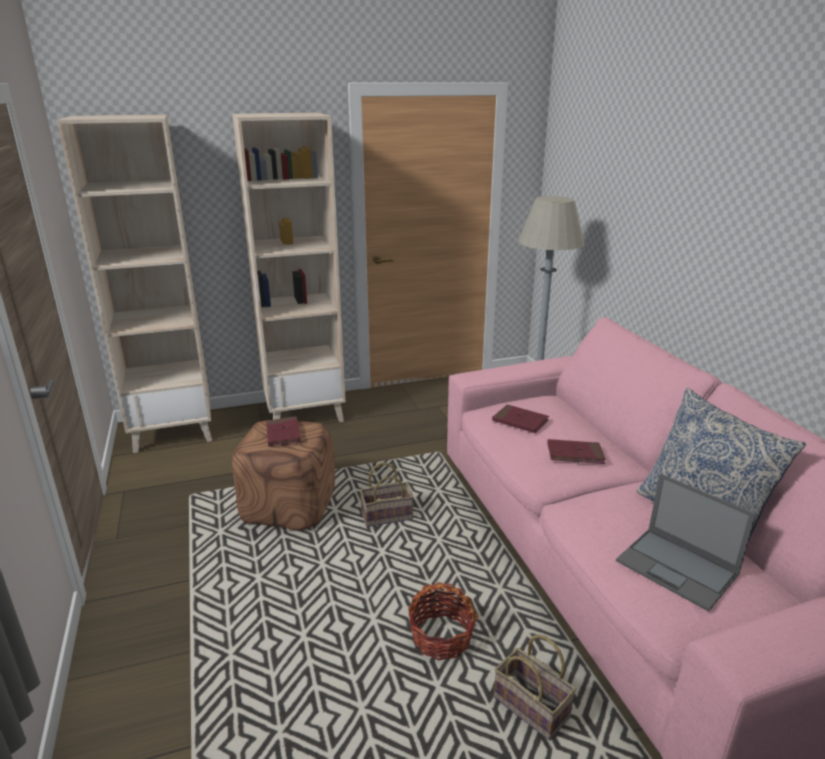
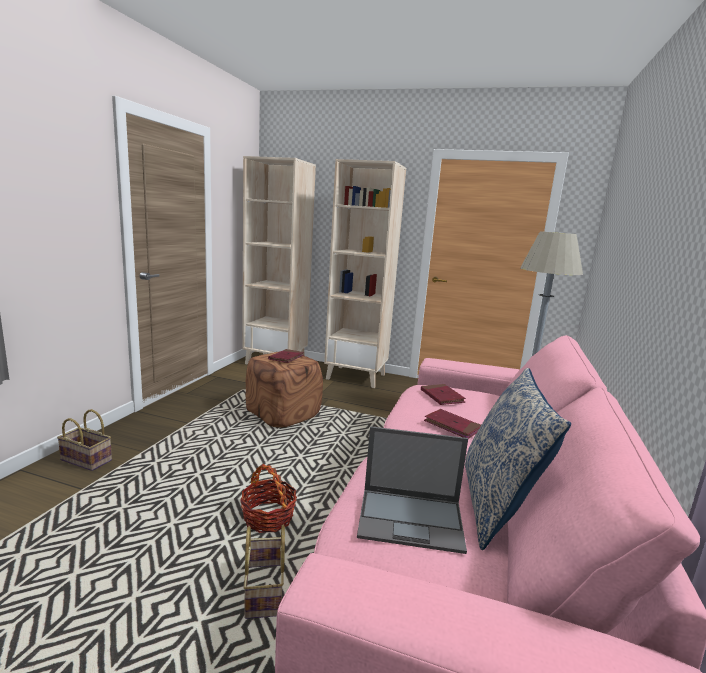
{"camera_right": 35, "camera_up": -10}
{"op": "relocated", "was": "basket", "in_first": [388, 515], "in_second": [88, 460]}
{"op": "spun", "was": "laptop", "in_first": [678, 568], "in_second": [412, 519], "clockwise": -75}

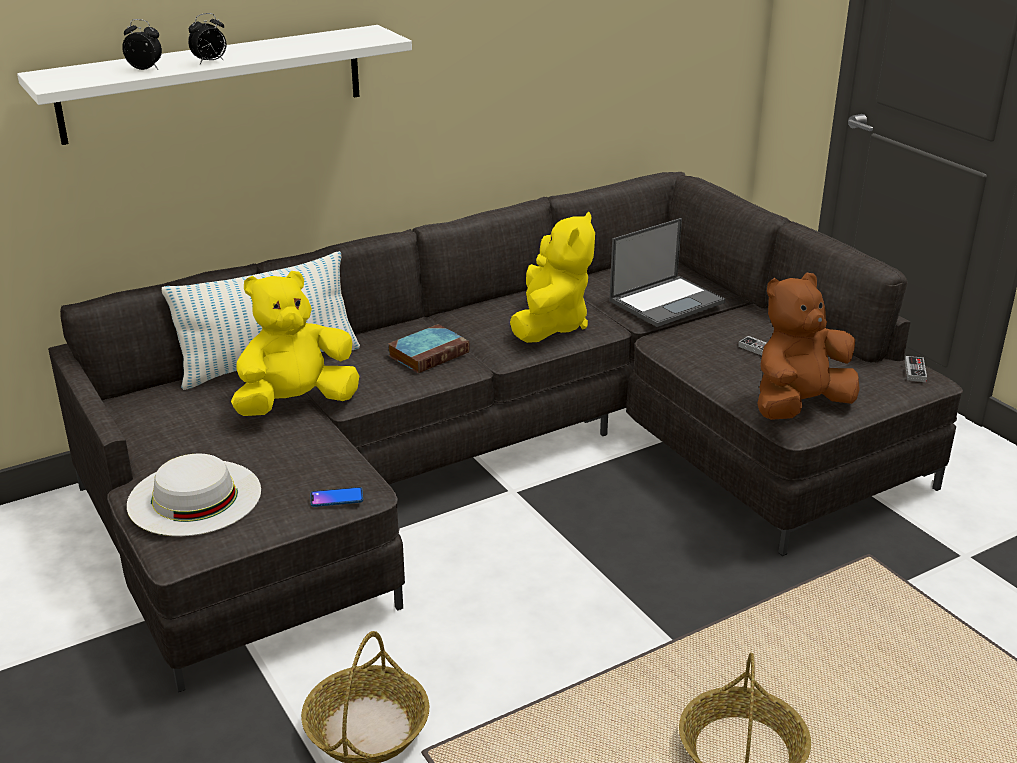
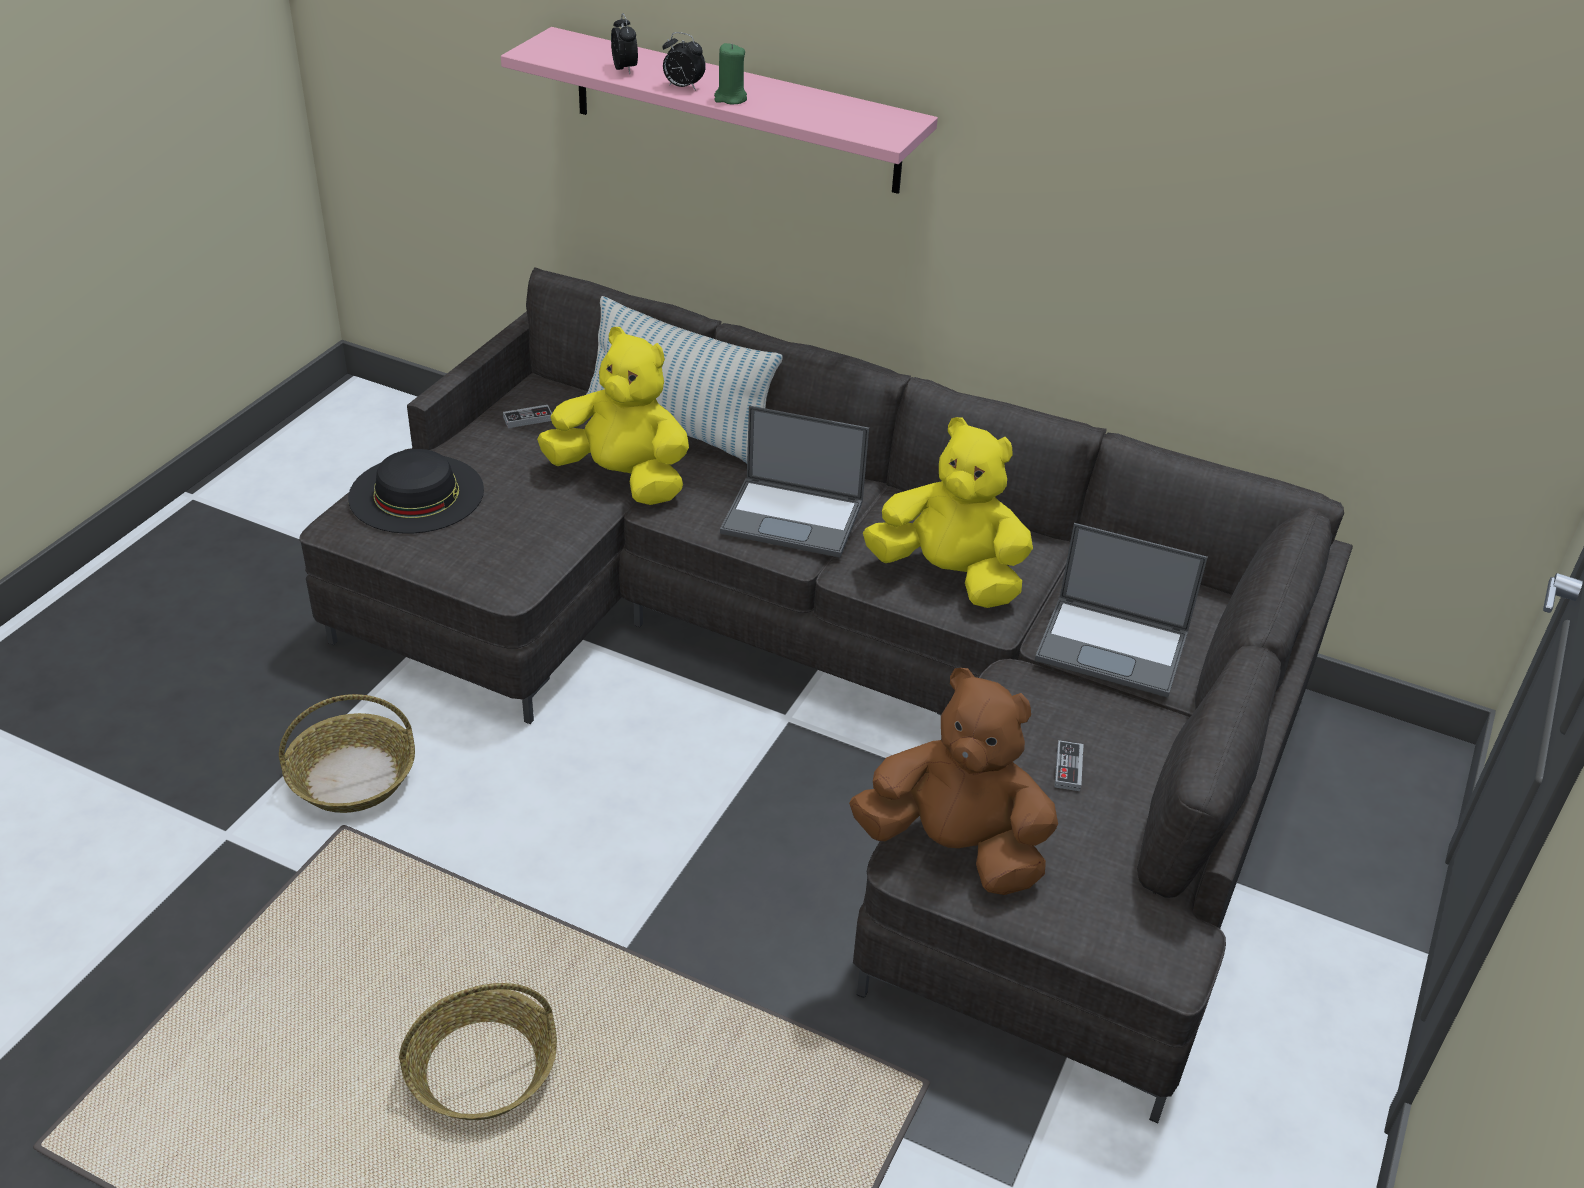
{"camera_right": 55, "camera_up": 10}
{"op": "colour", "was": "shelf in white", "now": "shelf in pink", "in_first": [214, 83], "in_second": [735, 111]}
{"op": "colour", "was": "hat in white", "now": "hat in black", "in_first": [194, 497], "in_second": [416, 493]}
{"op": "missing", "was": "phone", "in_first": [336, 498]}
{"op": "exchanged", "was": "book", "now": "laptop", "in_first": [429, 353], "in_second": [794, 517]}
{"op": "spun", "was": "plush toy in yellow", "in_first": [550, 325], "in_second": [949, 576], "clockwise": -135}
{"op": "relocated", "was": "game controller", "in_first": [915, 371], "in_second": [528, 419]}
{"op": "appeared", "now": "candle in green", "in_second": [730, 98]}

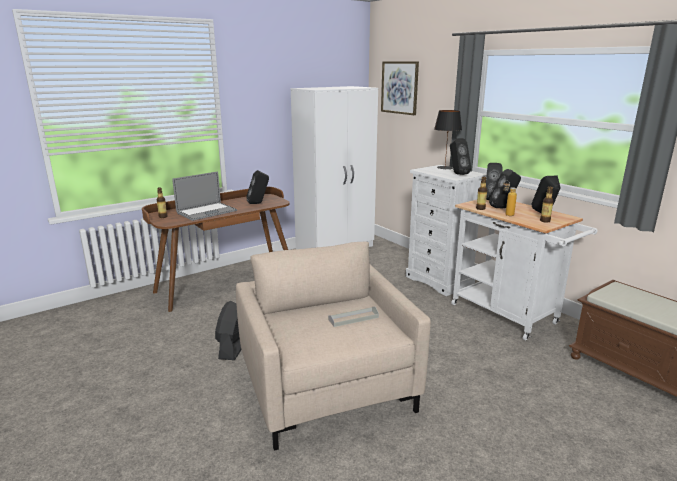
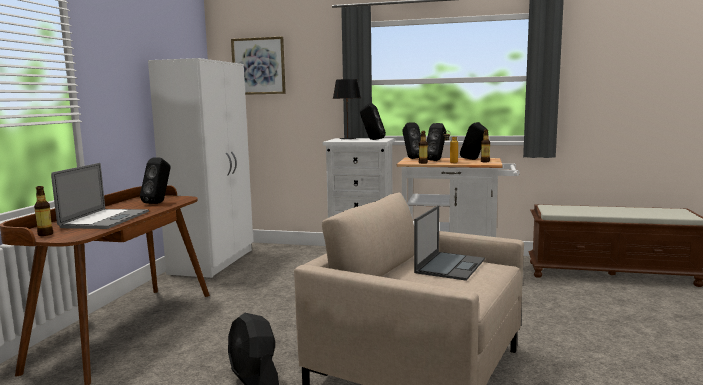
{"camera_right": -40, "camera_up": -10}
{"op": "exchanged", "was": "tray in grey", "now": "laptop", "in_first": [353, 318], "in_second": [450, 266]}

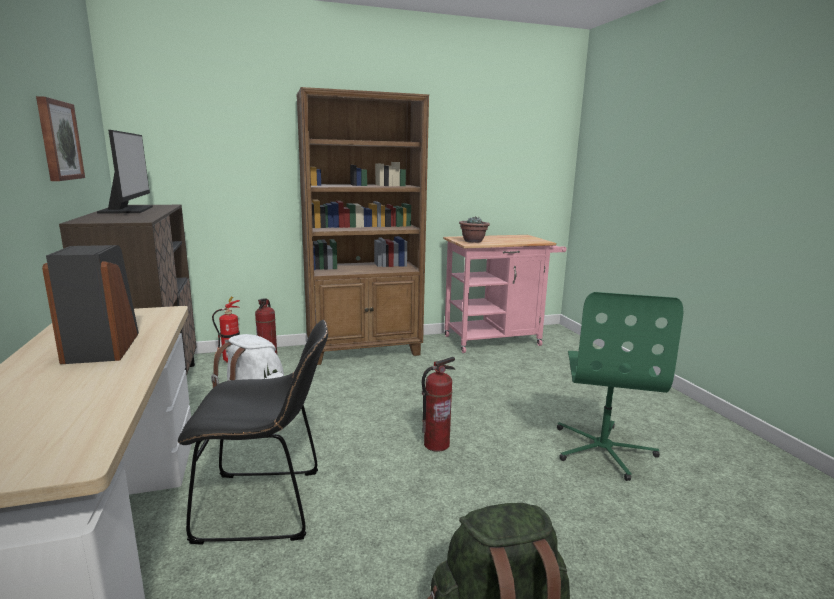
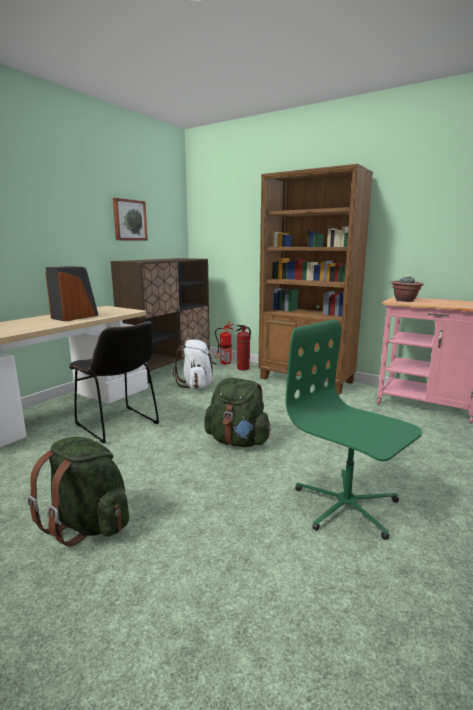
{"camera_right": 50, "camera_up": 0}
{"op": "missing", "was": "monitor", "in_first": [128, 210]}
{"op": "exchanged", "was": "fire extinguisher", "now": "backpack in green", "in_first": [436, 444], "in_second": [237, 441]}
{"op": "spun", "was": "office chair in green", "in_first": [603, 449], "in_second": [346, 506], "clockwise": 75}

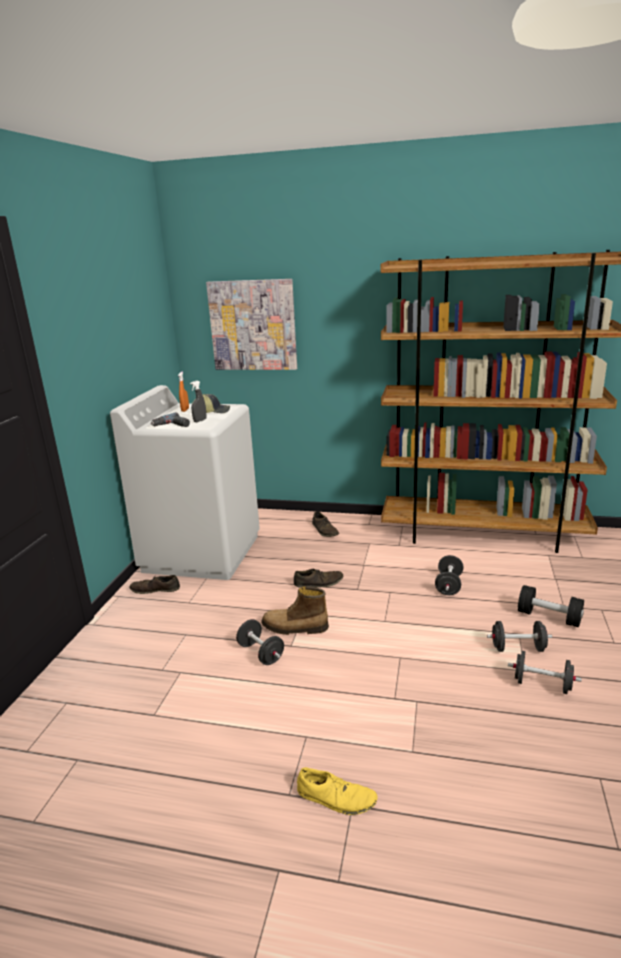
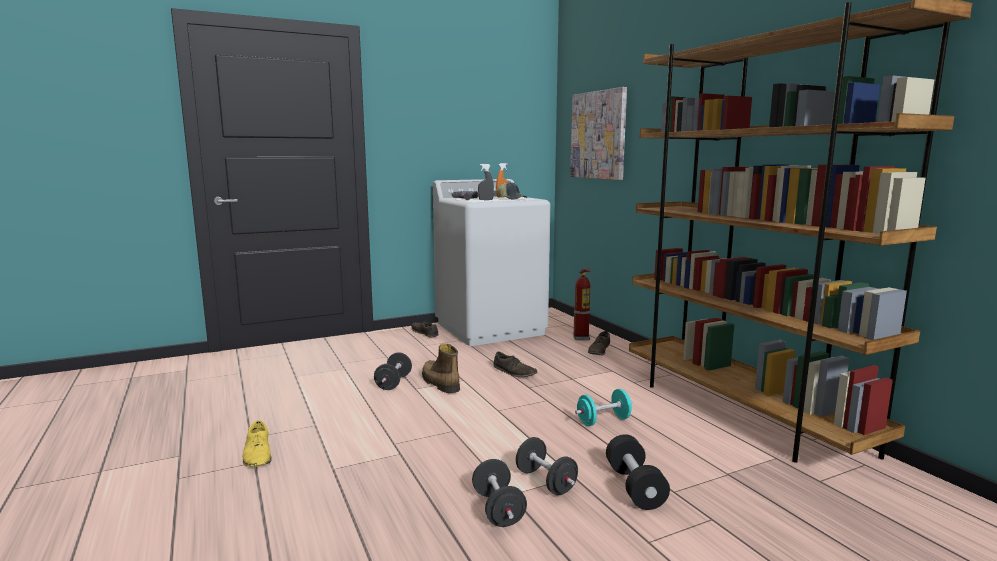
{"camera_right": 50, "camera_up": -10}
{"op": "colour", "was": "dumbbell in black", "now": "dumbbell in turquoise", "in_first": [448, 585], "in_second": [603, 421]}
{"op": "appeared", "now": "fire extinguisher", "in_second": [581, 337]}

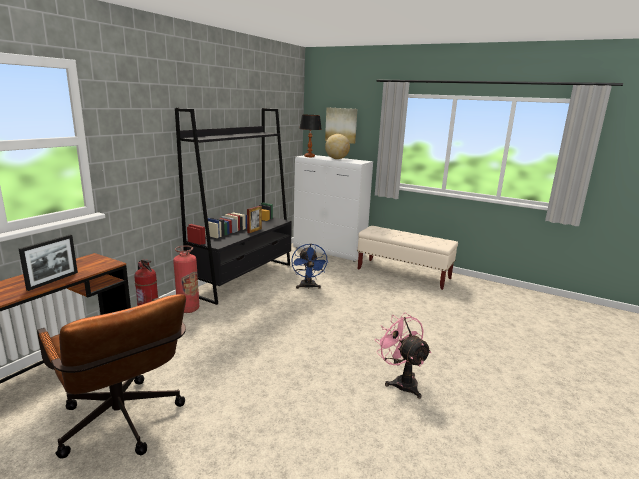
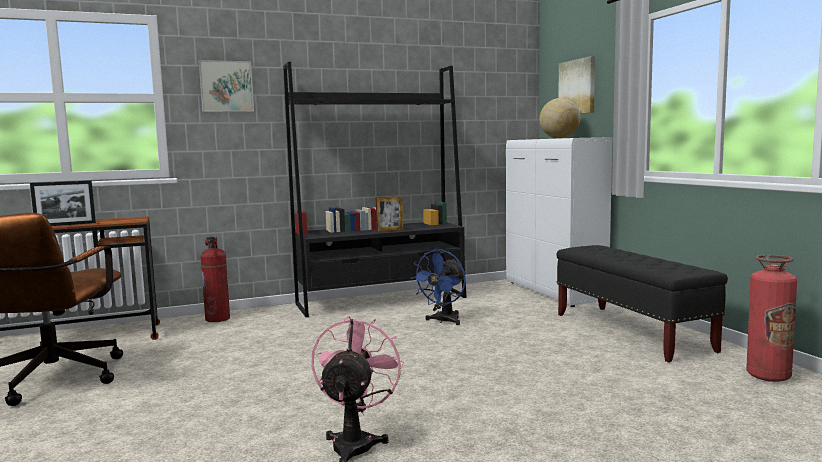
{"camera_right": 40, "camera_up": -10}
{"op": "relocated", "was": "fire extinguisher", "in_first": [188, 309], "in_second": [768, 376]}
{"op": "missing", "was": "table lamp", "in_first": [309, 156]}
{"op": "colour", "was": "bench in beige", "now": "bench in black", "in_first": [403, 274], "in_second": [631, 332]}
{"op": "appeared", "now": "picture", "in_second": [226, 86]}

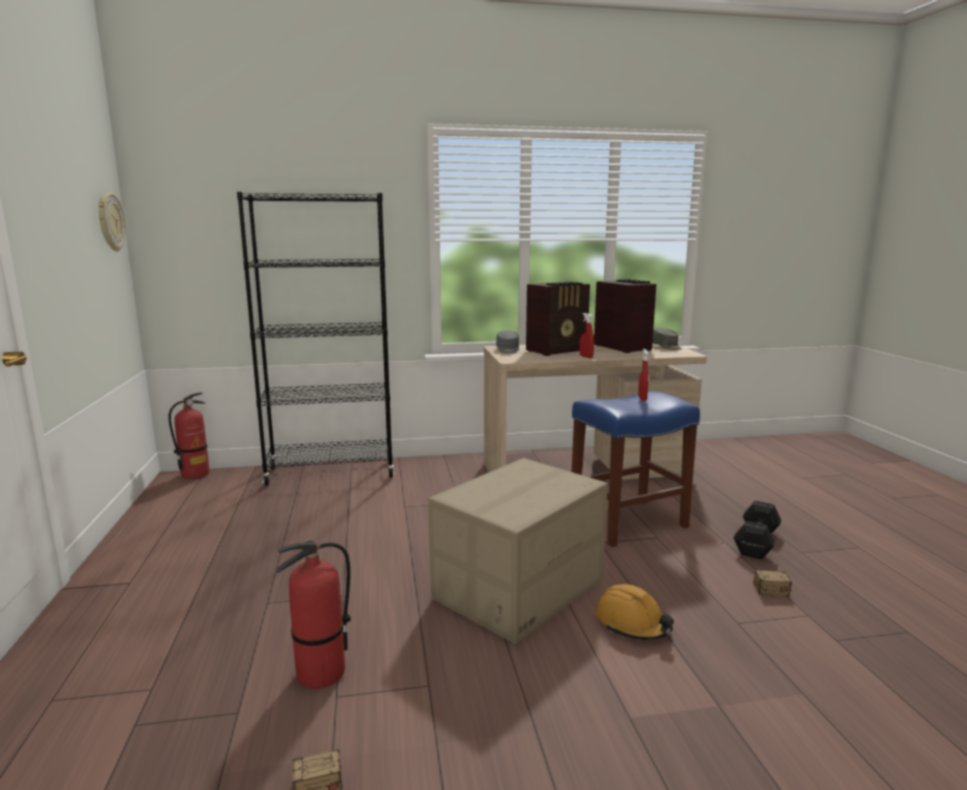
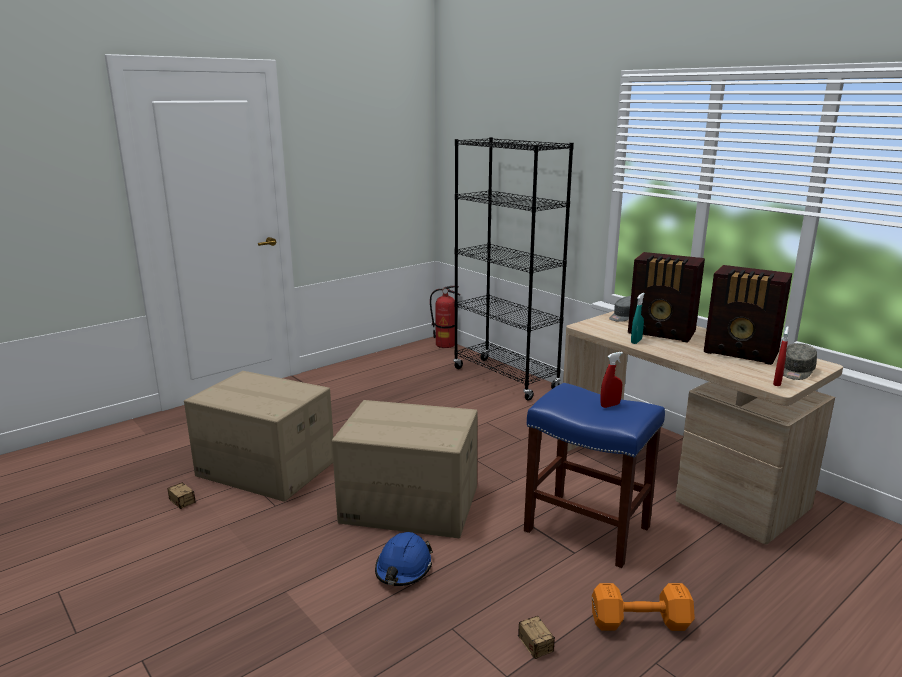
{"camera_right": 60, "camera_up": 5}
{"op": "missing", "was": "wall clock", "in_first": [110, 222]}
{"op": "exchanged", "was": "fire extinguisher", "now": "cardboard box", "in_first": [321, 674], "in_second": [265, 469]}
{"op": "relocated", "was": "spray bottle in red", "in_first": [586, 357], "in_second": [777, 383]}
{"op": "spun", "was": "radio", "in_first": [622, 347], "in_second": [742, 353], "clockwise": 90}
{"op": "colour", "was": "hard hat in orange", "now": "hard hat in blue", "in_first": [632, 624], "in_second": [403, 569]}
{"op": "colour", "was": "dumbbell in black", "now": "dumbbell in orange", "in_first": [757, 542], "in_second": [642, 623]}
{"op": "appeared", "now": "spray bottle in turquoise", "in_second": [636, 341]}

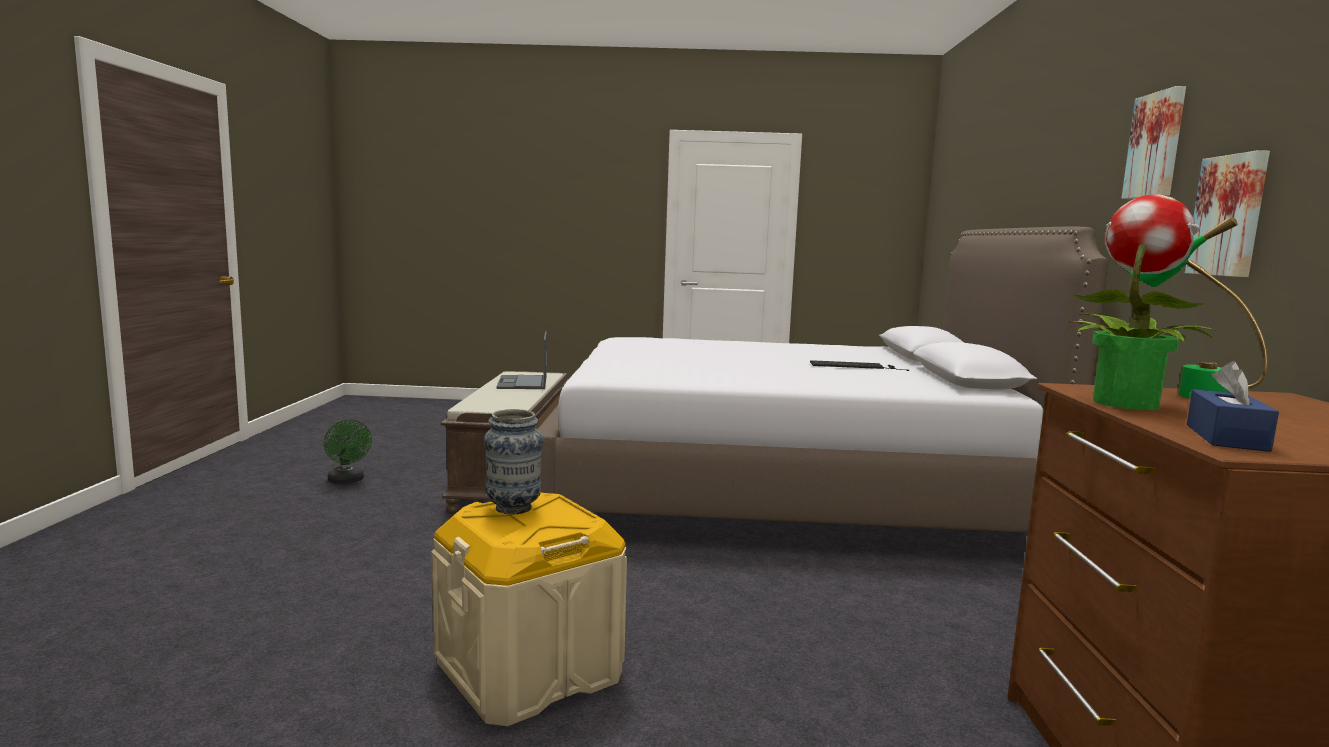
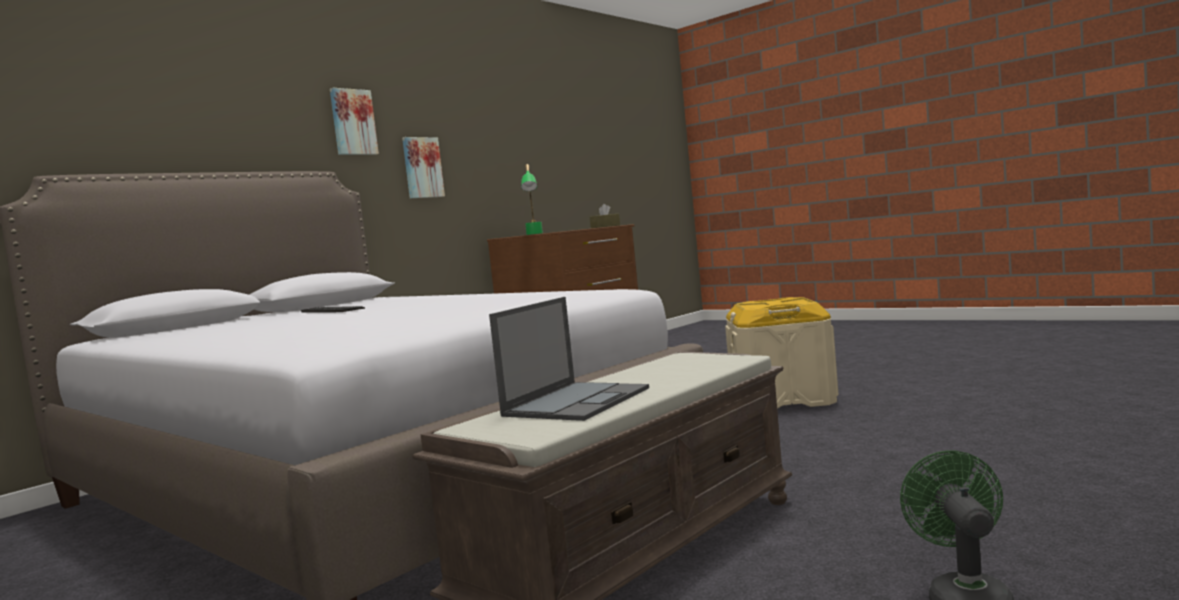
{"camera_right": -140, "camera_up": -5}
{"op": "missing", "was": "vase", "in_first": [513, 508]}
{"op": "missing", "was": "potted plant", "in_first": [1124, 403]}
{"op": "colour", "was": "tissue box in blue", "now": "tissue box in brown", "in_first": [1226, 437], "in_second": [605, 226]}

